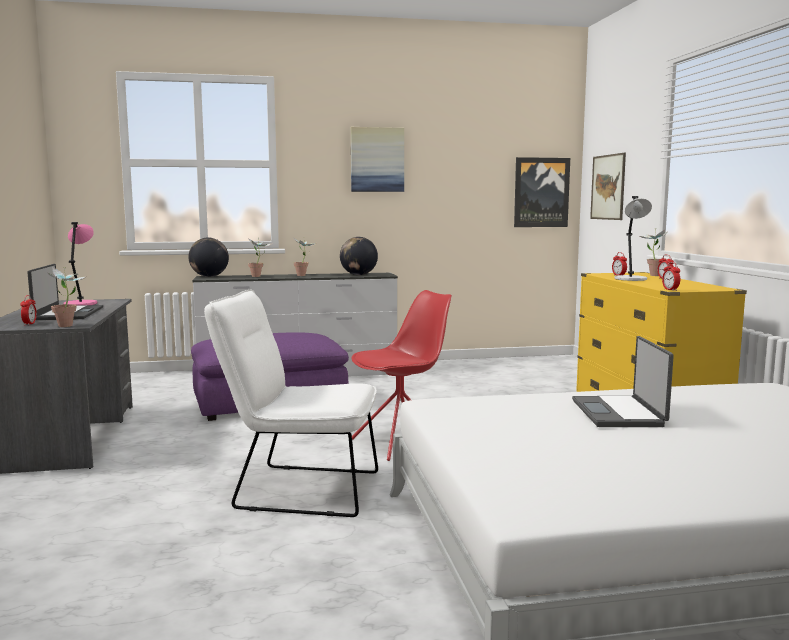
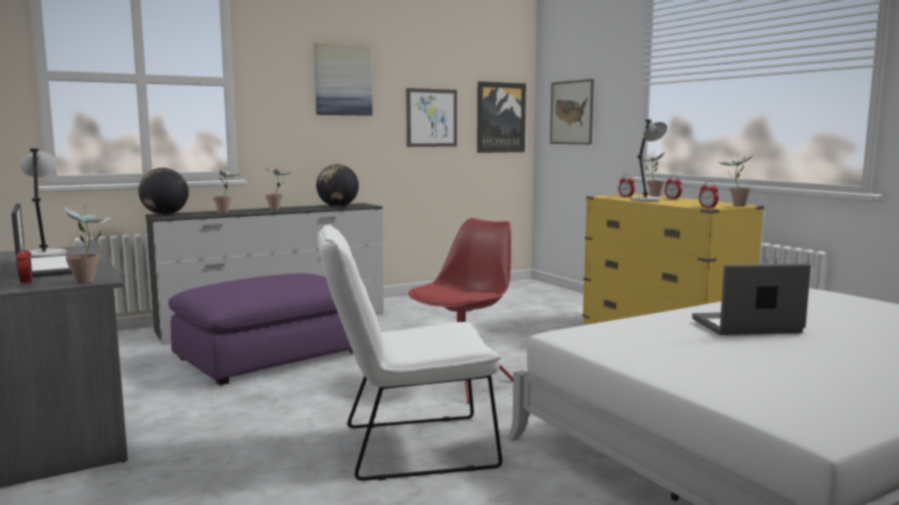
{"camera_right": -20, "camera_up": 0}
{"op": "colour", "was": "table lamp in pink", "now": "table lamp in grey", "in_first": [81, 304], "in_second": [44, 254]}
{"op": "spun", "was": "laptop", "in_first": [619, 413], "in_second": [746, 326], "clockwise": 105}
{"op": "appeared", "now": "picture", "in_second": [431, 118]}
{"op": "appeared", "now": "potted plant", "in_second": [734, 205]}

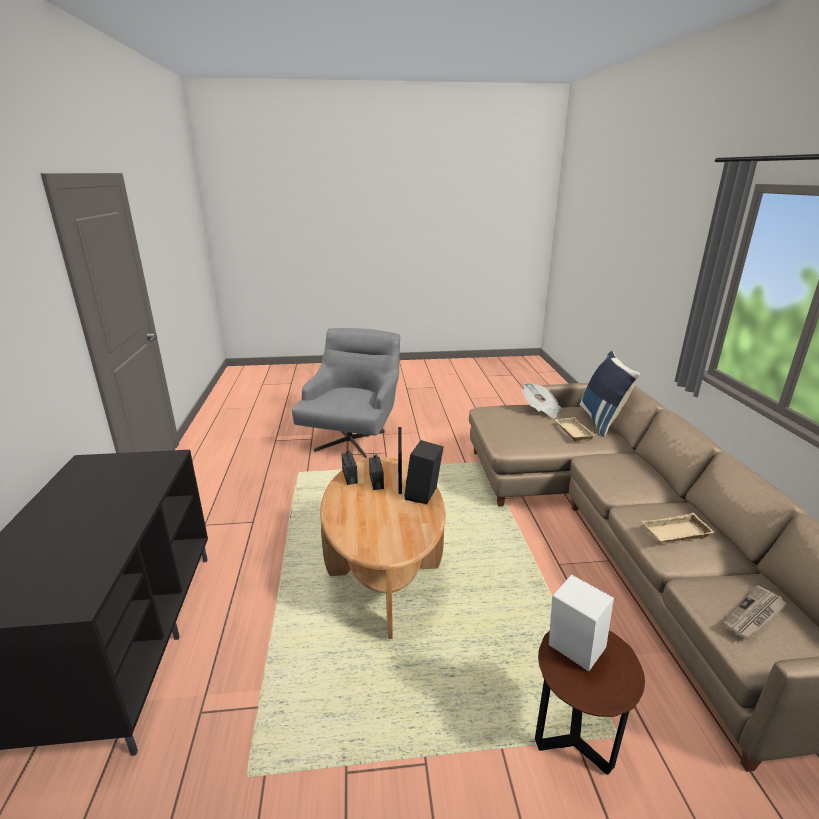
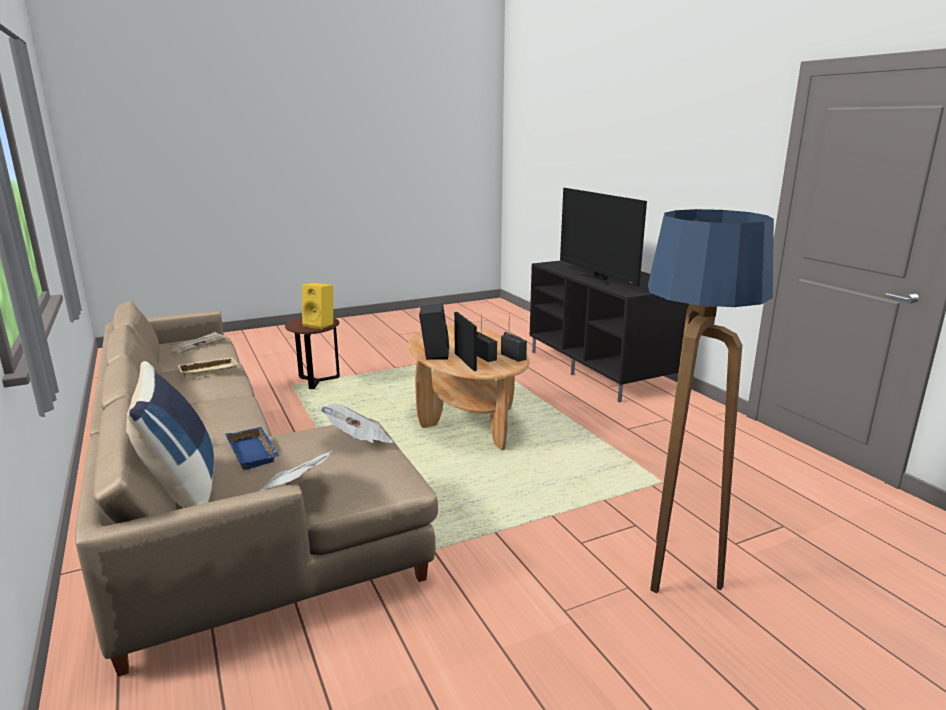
{"camera_right": 160, "camera_up": -5}
{"op": "exchanged", "was": "armchair in grey", "now": "floor lamp", "in_first": [353, 436], "in_second": [673, 565]}
{"op": "colour", "was": "speaker in white", "now": "speaker in yellow", "in_first": [572, 651], "in_second": [320, 324]}
{"op": "colour", "was": "tray in beige", "now": "tray in blue", "in_first": [572, 432], "in_second": [255, 453]}
{"op": "appeared", "now": "newspaper", "in_second": [358, 441]}
{"op": "appeared", "now": "television", "in_second": [598, 279]}

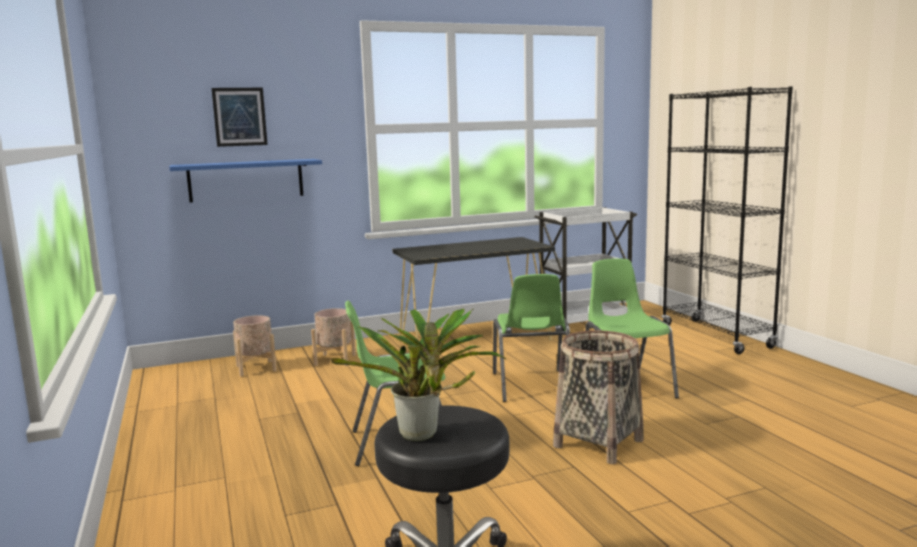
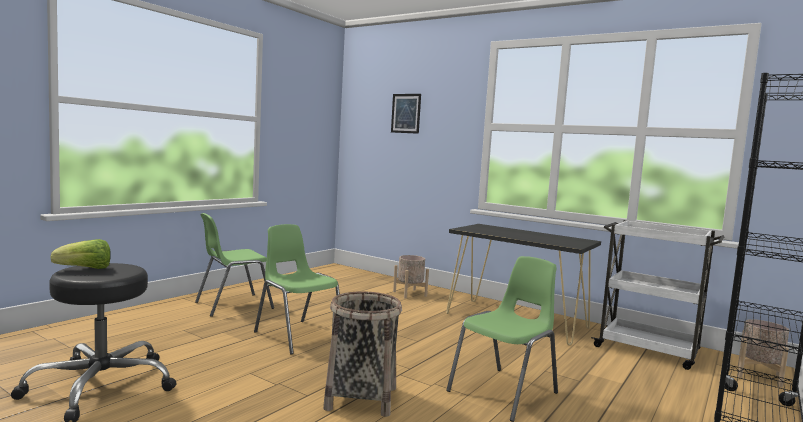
{"camera_right": 55, "camera_up": -5}
{"op": "missing", "was": "shelf in blue", "in_first": [246, 180]}
{"op": "relocated", "was": "planter in beige", "in_first": [256, 368], "in_second": [759, 376]}
{"op": "exchanged", "was": "potted plant", "now": "lettuce", "in_first": [423, 436], "in_second": [85, 269]}
{"op": "relocated", "was": "chair in green", "in_first": [531, 386], "in_second": [232, 305]}

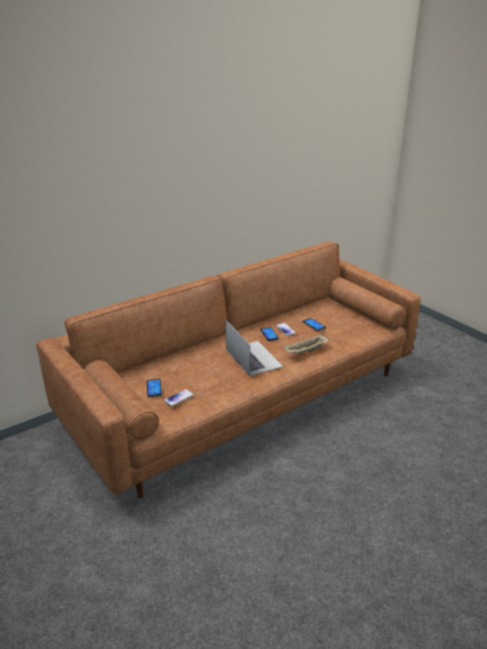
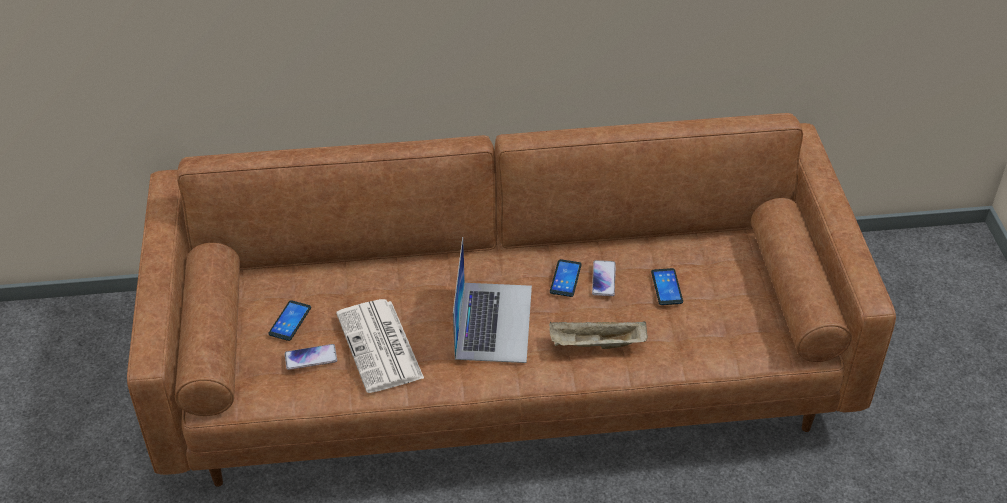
{"camera_right": 30, "camera_up": 15}
{"op": "appeared", "now": "newspaper", "in_second": [381, 347]}

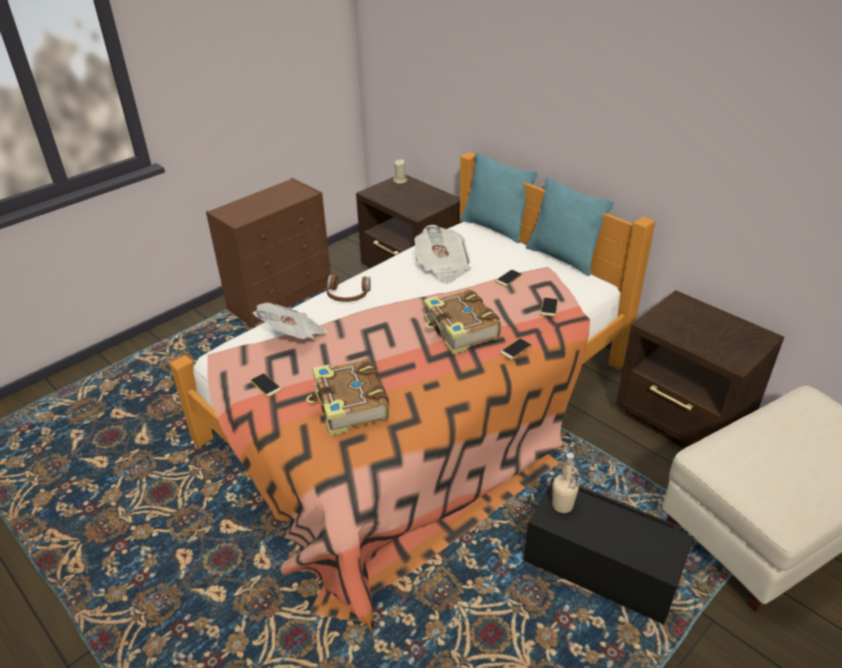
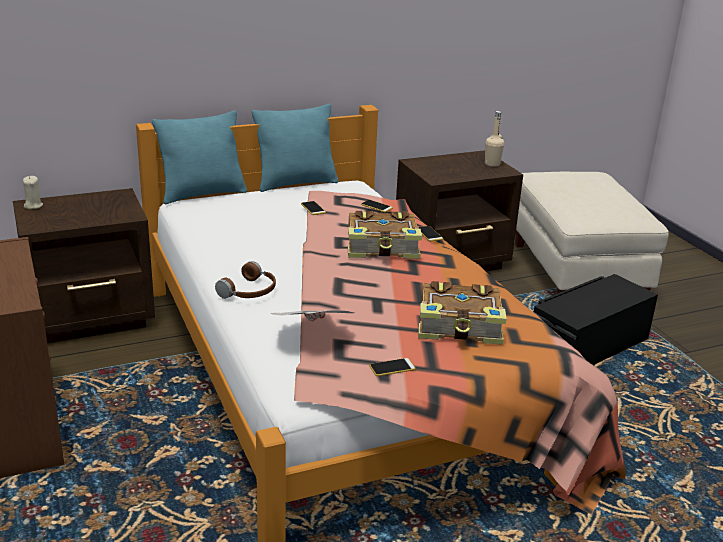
{"camera_right": -70, "camera_up": -10}
{"op": "missing", "was": "newspaper", "in_first": [442, 268]}
{"op": "relocated", "was": "bottle in beige", "in_first": [562, 505], "in_second": [492, 164]}

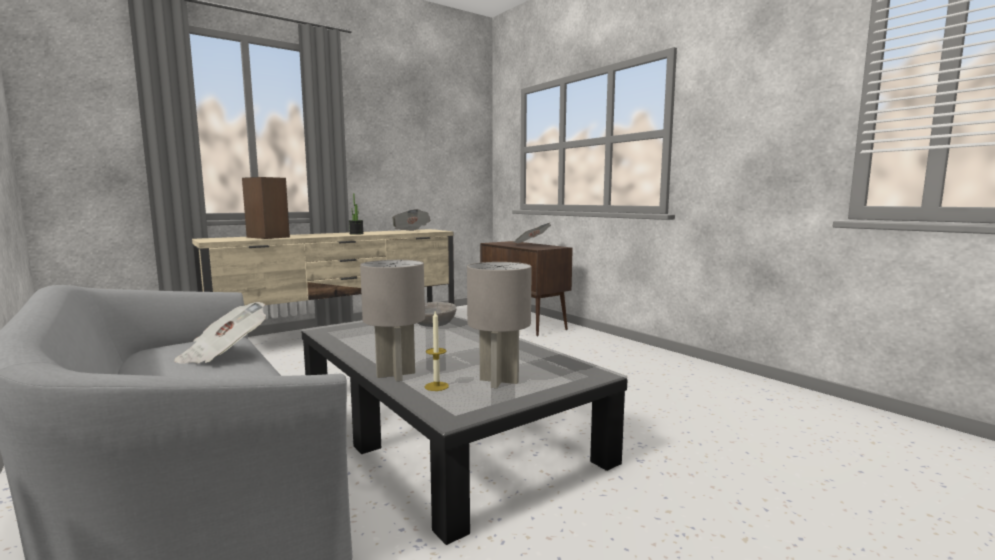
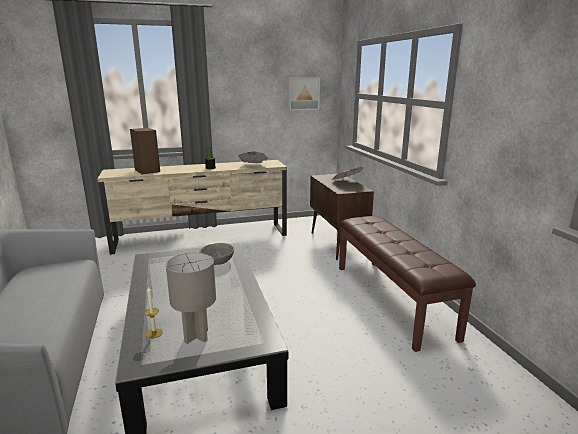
{"camera_right": 20, "camera_up": 10}
{"op": "missing", "was": "newspaper", "in_first": [224, 354]}
{"op": "missing", "was": "table lamp in grey", "in_first": [396, 375]}
{"op": "appeared", "now": "picture", "in_second": [303, 93]}
{"op": "appeared", "now": "bench in brown", "in_second": [392, 299]}

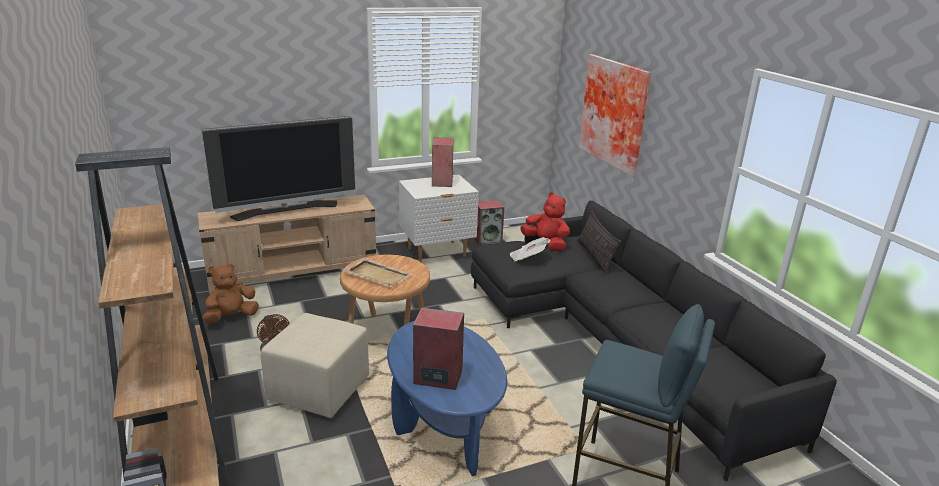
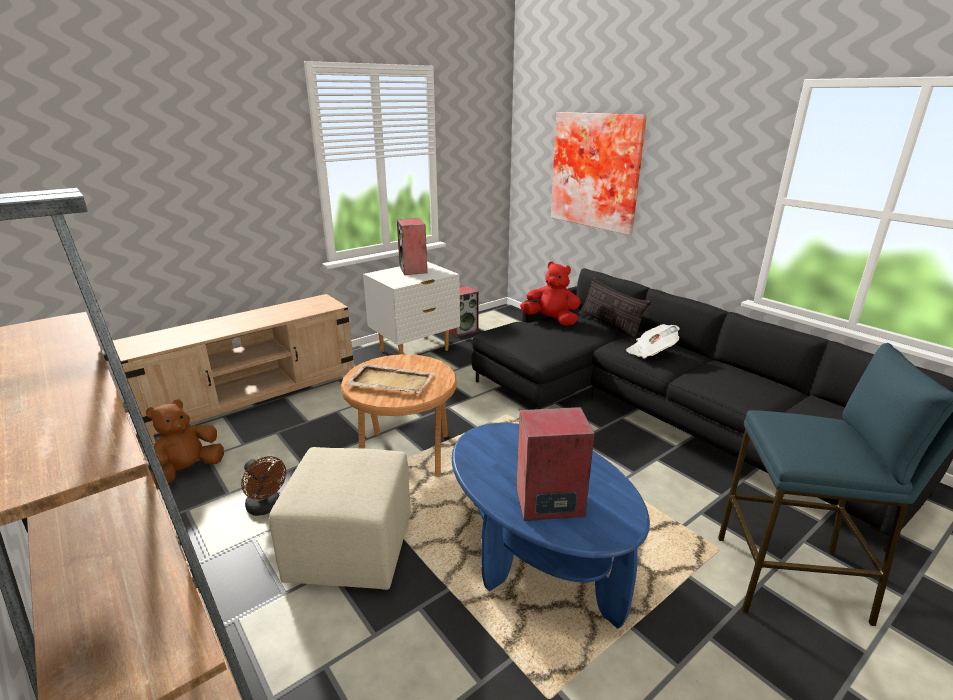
{"camera_right": -15, "camera_up": 0}
{"op": "missing", "was": "television", "in_first": [286, 210]}
{"op": "relocated", "was": "newspaper", "in_first": [528, 258], "in_second": [651, 352]}

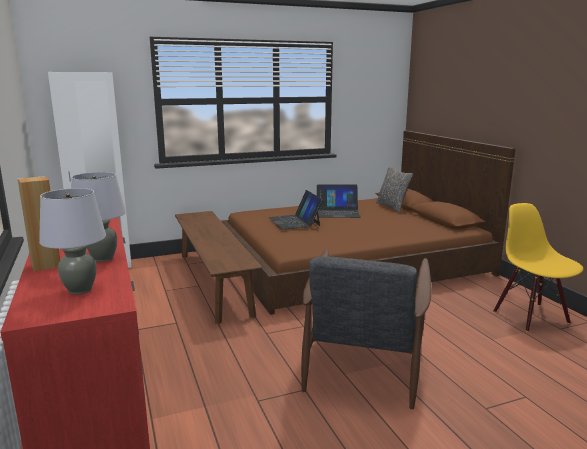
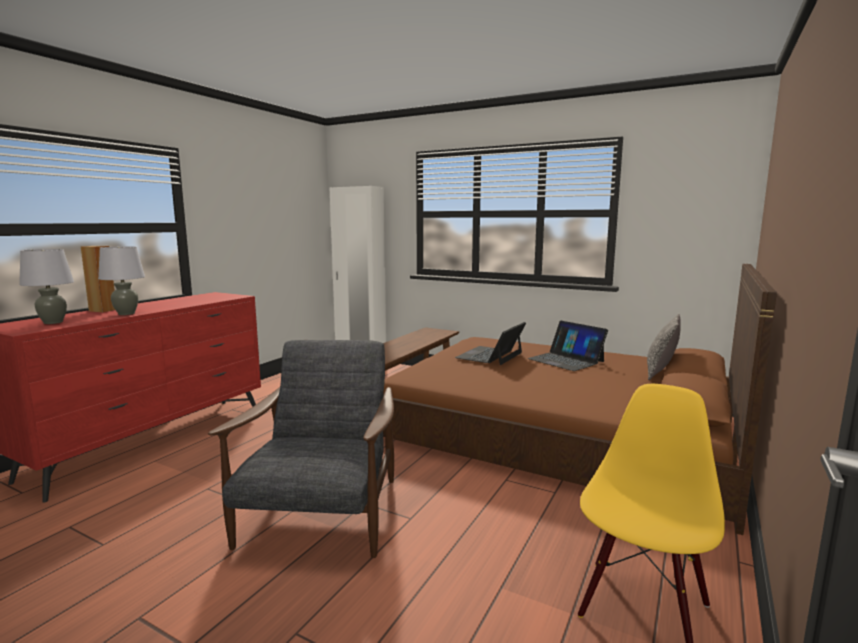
{"camera_right": 50, "camera_up": -5}
{"op": "spun", "was": "armchair in grey", "in_first": [363, 364], "in_second": [321, 515], "clockwise": 120}

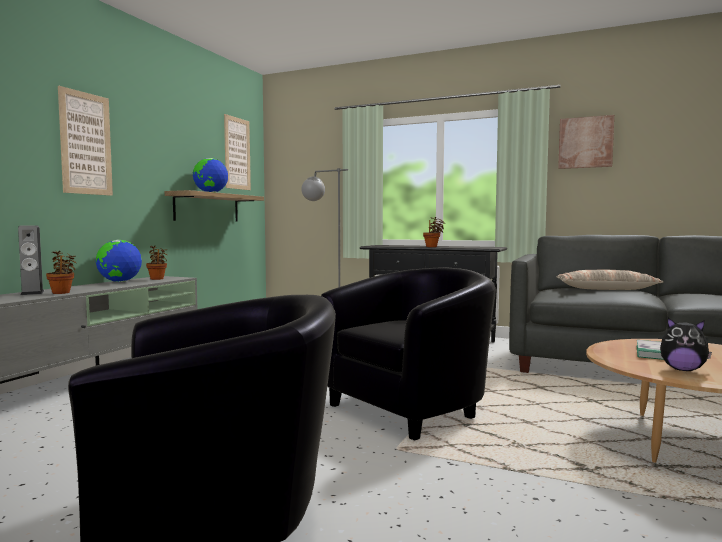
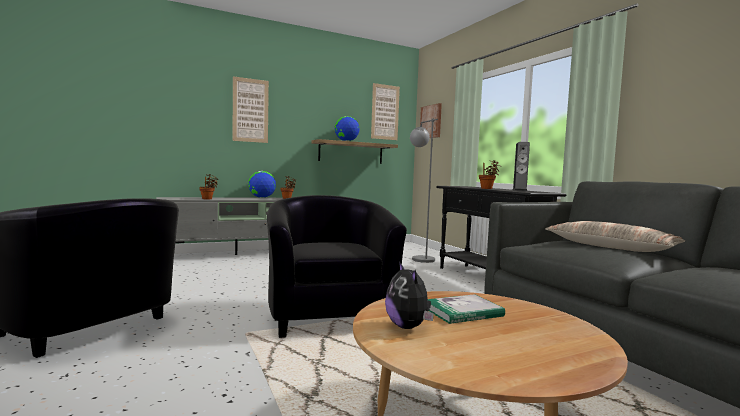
{"camera_right": 40, "camera_up": 0}
{"op": "relocated", "was": "speaker", "in_first": [32, 293], "in_second": [519, 190]}
{"op": "spun", "was": "armchair in black", "in_first": [411, 408], "in_second": [329, 315], "clockwise": -105}
{"op": "relocated", "was": "picture", "in_first": [585, 142], "in_second": [431, 121]}

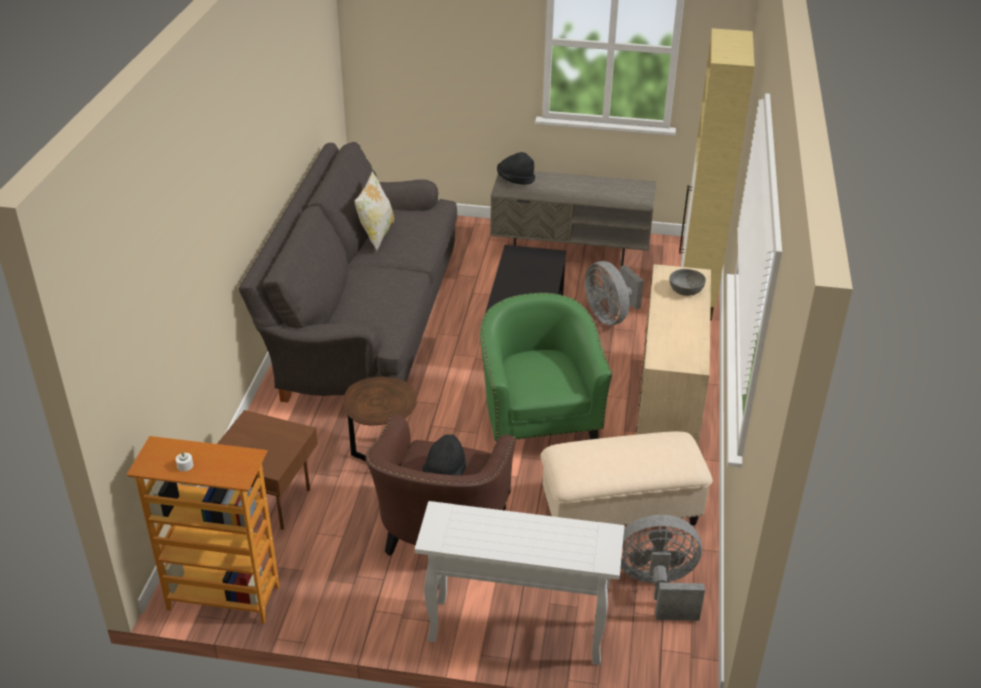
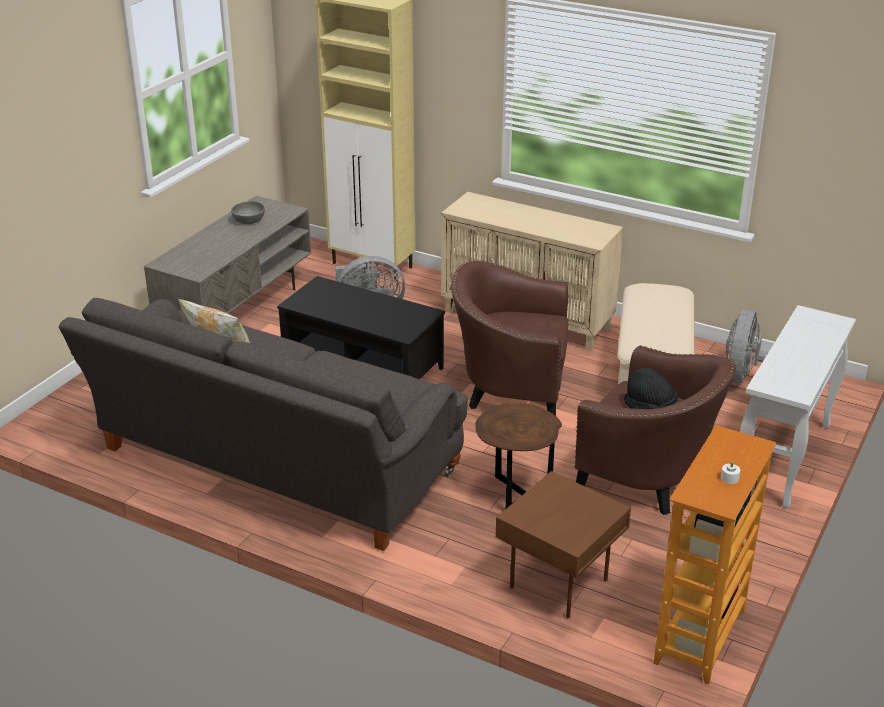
{"camera_right": -70, "camera_up": -5}
{"op": "colour", "was": "armchair in green", "now": "armchair in brown", "in_first": [538, 421], "in_second": [509, 388]}
{"op": "missing", "was": "hat in black", "in_first": [515, 179]}
{"op": "relocated", "was": "bowl in grey", "in_first": [685, 290], "in_second": [249, 220]}

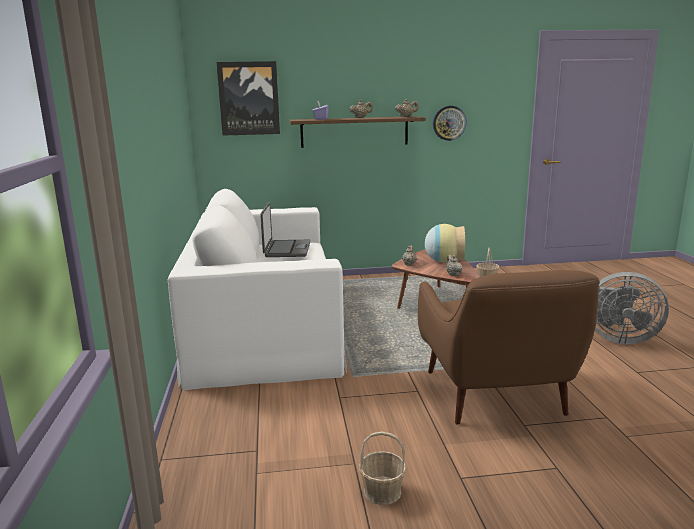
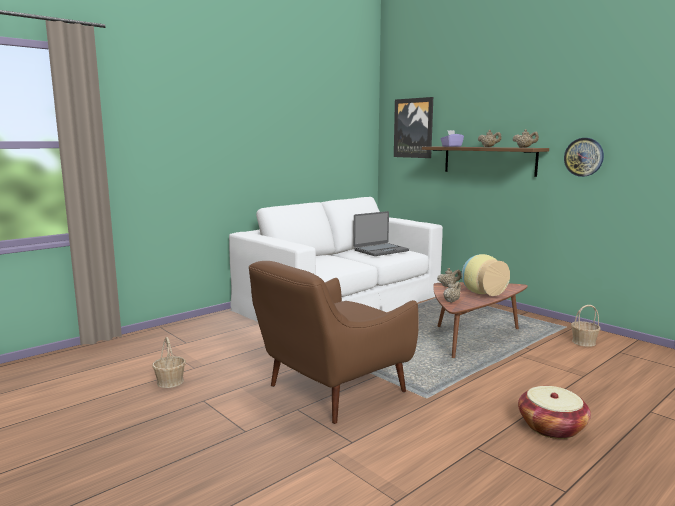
{"camera_right": 55, "camera_up": -5}
{"op": "exchanged", "was": "fan in grey", "now": "basket", "in_first": [617, 338], "in_second": [551, 427]}

